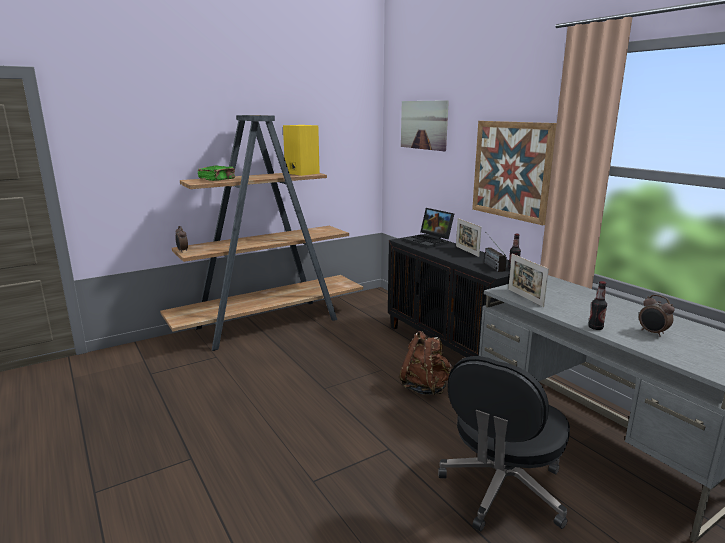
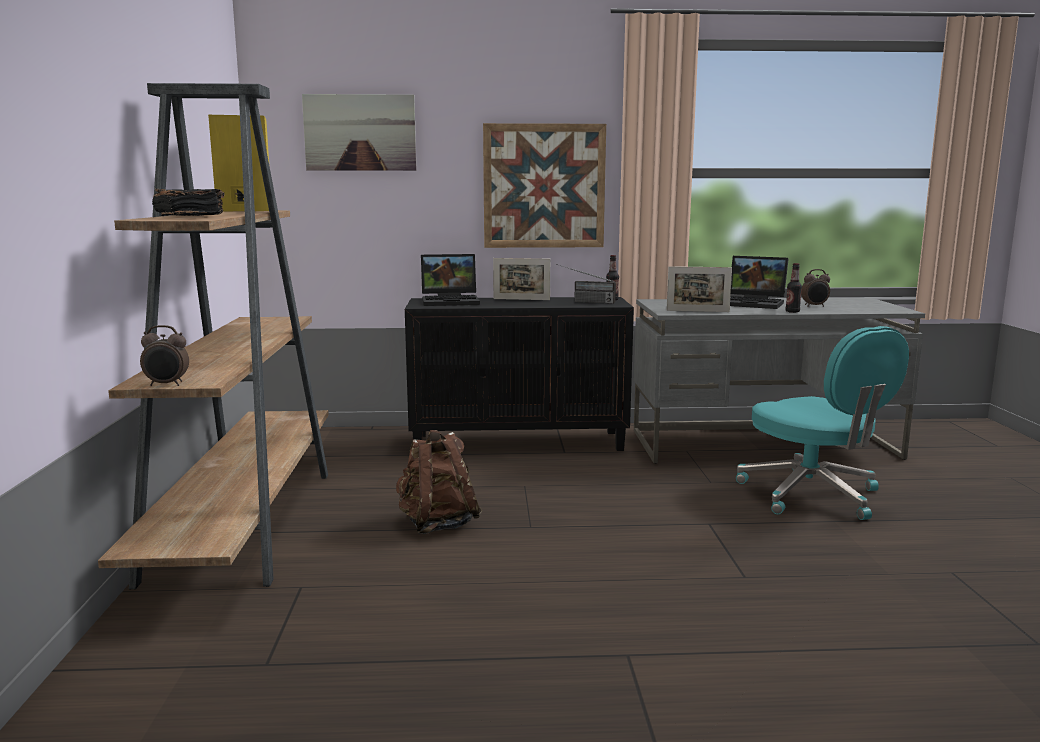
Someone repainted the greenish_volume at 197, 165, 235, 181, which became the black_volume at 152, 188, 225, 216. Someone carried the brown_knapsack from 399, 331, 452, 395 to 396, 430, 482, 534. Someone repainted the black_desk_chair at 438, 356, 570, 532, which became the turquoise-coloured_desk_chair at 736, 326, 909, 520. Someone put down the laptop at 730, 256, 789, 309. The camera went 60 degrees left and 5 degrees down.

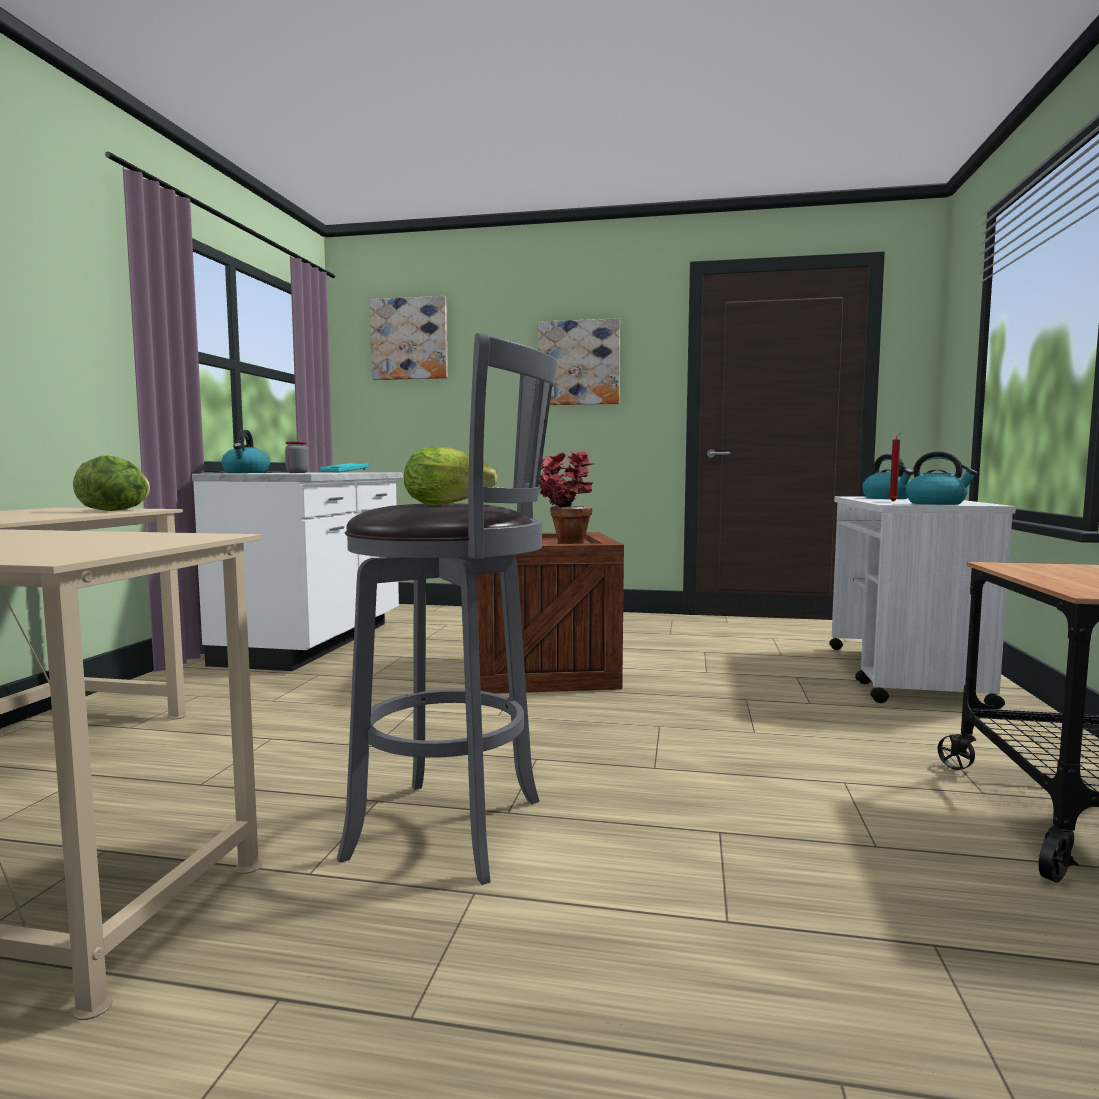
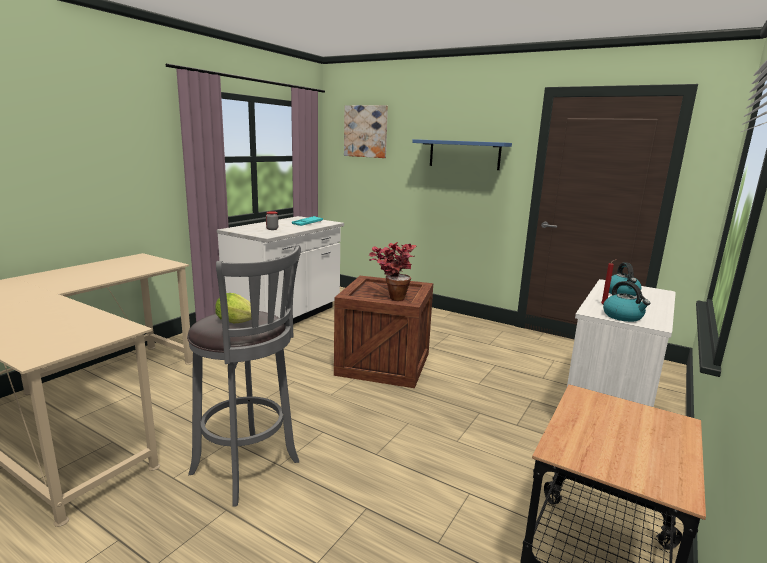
Someone took away the lettuce at 73, 456, 150, 511. Someone took away the kettle at 222, 430, 270, 473. Someone swapped the wall_art at 538, 318, 620, 405 for the blue_bracket_shelf at 412, 139, 512, 170. The camera went 20 degrees right and 10 degrees up.

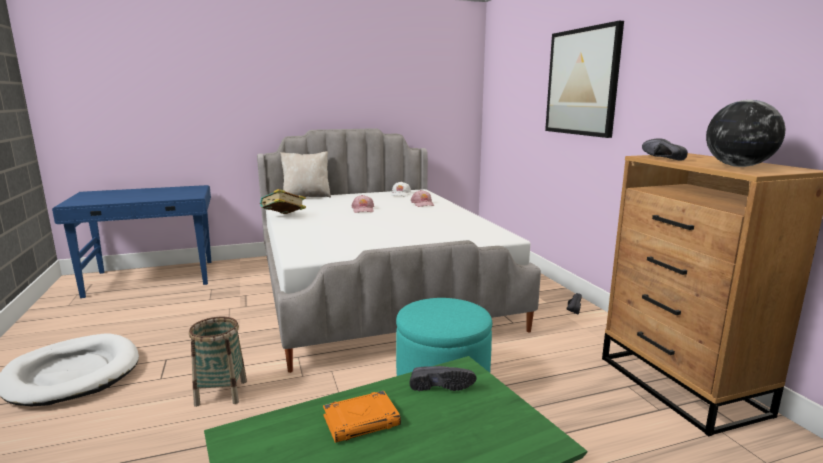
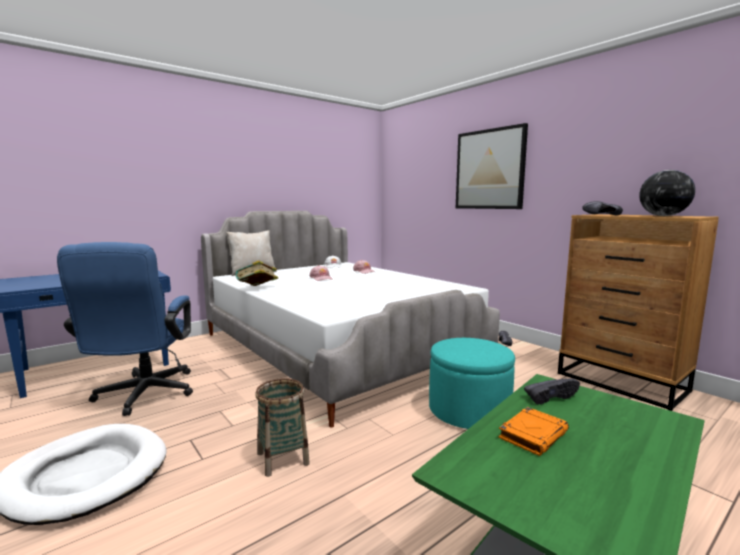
Someone put down the blue_desk_chair at 57, 242, 193, 416. The camera went 20 degrees left and 5 degrees down.

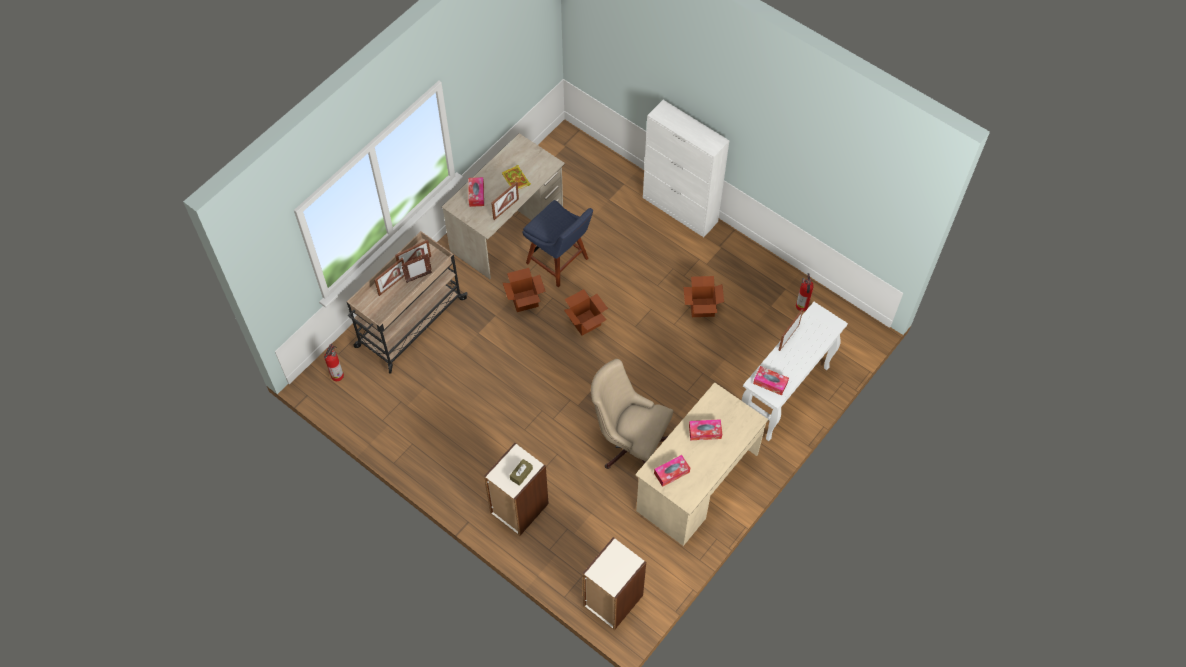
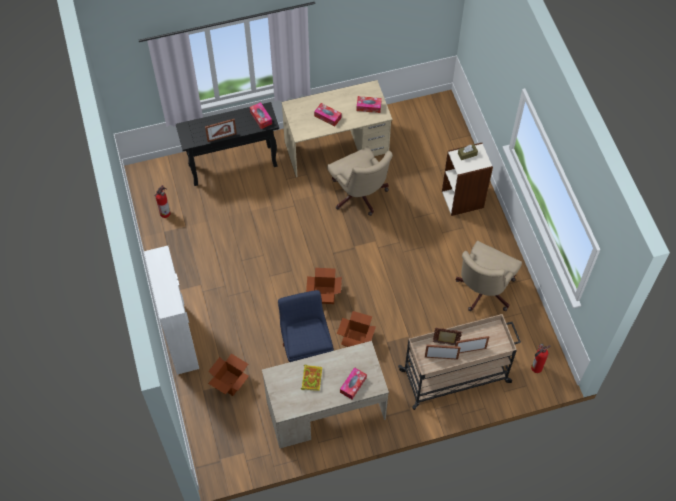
Someone took away the picture_frame at 491, 182, 519, 220. Someone took away the bookshelf at 583, 537, 646, 630. Someone carried the cardboard_box from 683, 276, 724, 317 to 208, 354, 249, 396. Someone repainted the whitish_console_table at 742, 302, 848, 441, which became the black_console_table at 176, 102, 279, 186. Someone put down the beige_desk_chair at 455, 241, 522, 311. The camera went 145 degrees left and 0 degrees up.

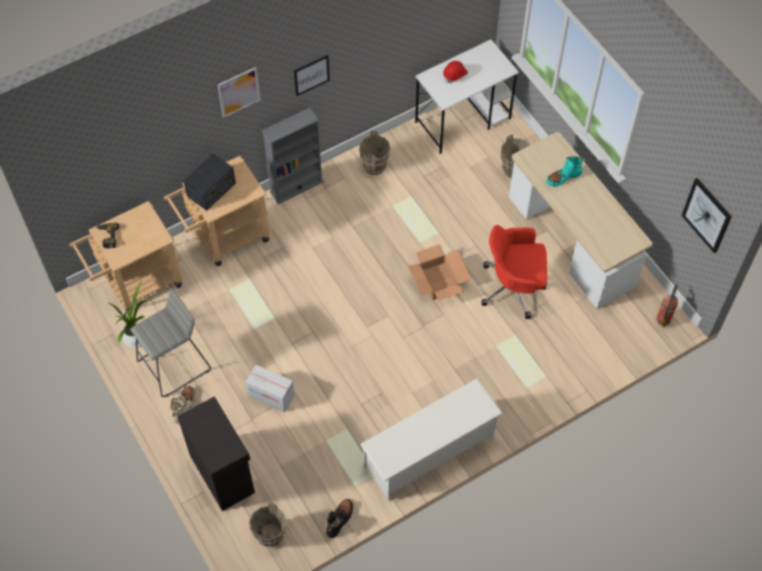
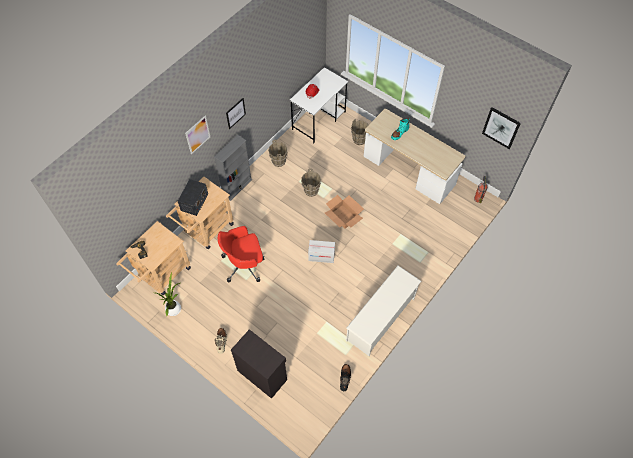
Someone took away the grey_sitting_stool at 130, 289, 211, 397. Someone carried the cardboard_box from 246, 365, 295, 412 to 308, 240, 335, 263. Someone carried the brown_pail from 249, 503, 286, 547 to 301, 169, 321, 197. Someone carried the reddish_desk_chair from 481, 225, 547, 319 to 218, 226, 264, 282. The camera went 20 degrees left and 0 degrees up.

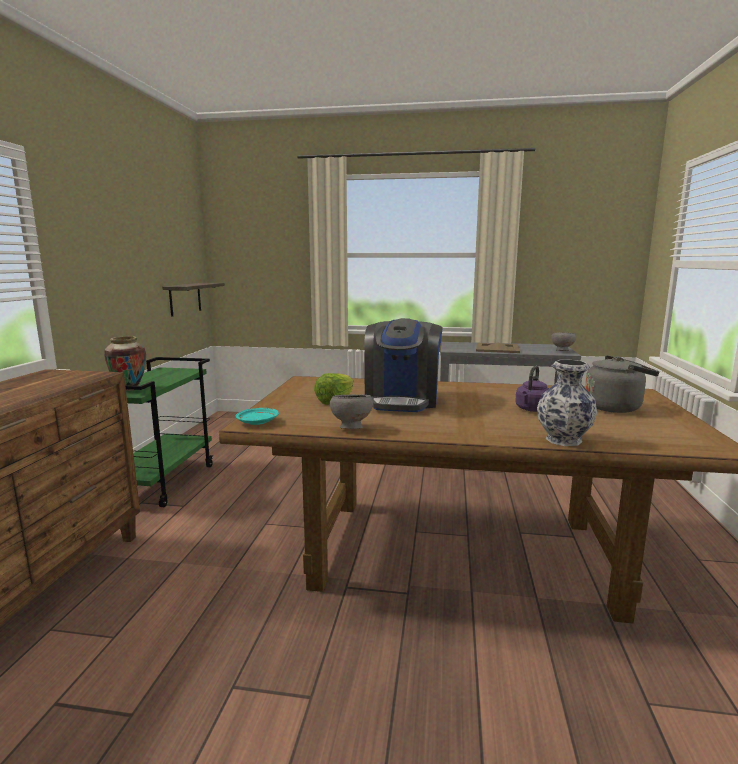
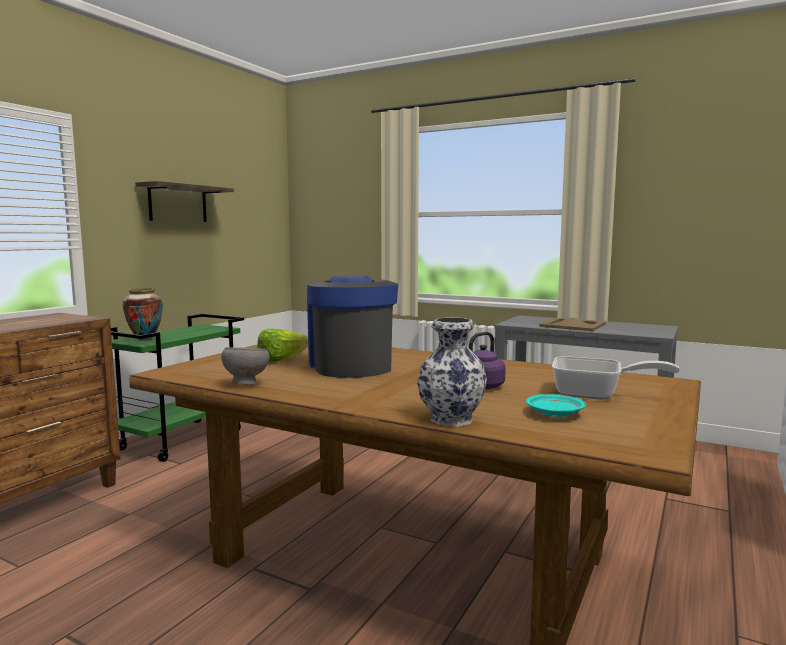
Someone carried the bracket_shelf from 162, 283, 225, 317 to 135, 181, 234, 222. Someone carried the turquoise-coloured_flat_dish from 236, 408, 279, 425 to 526, 394, 586, 417. Someone rotated the coffee_brewer at 364, 318, 443, 412 by 135 degrees clockwise. Someone took away the grey_serving_bowl at 551, 333, 576, 351. Someone swapped the grey_kettle at 585, 355, 659, 413 for the pan at 552, 356, 680, 399. The camera went 20 degrees right and 5 degrees down.

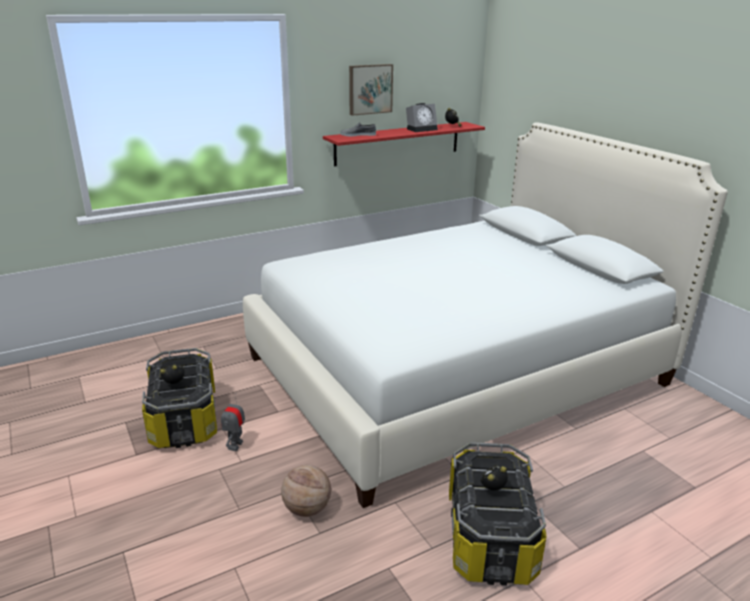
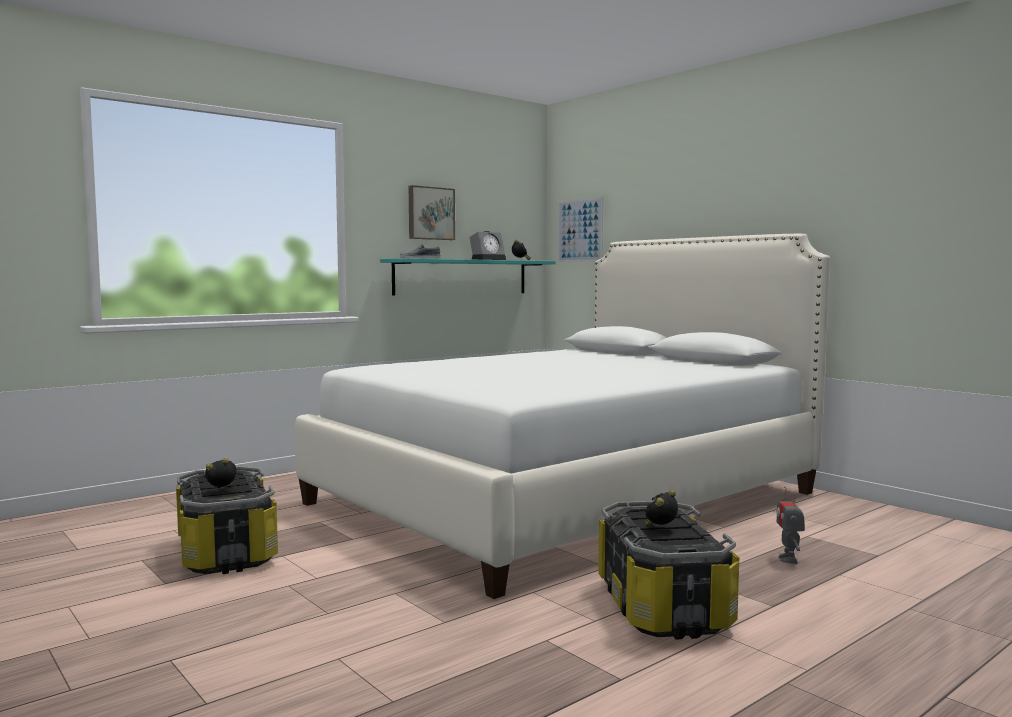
Someone carried the toy_robot from 221, 393, 245, 451 to 777, 487, 805, 564. Someone took away the ball_for_basketball at 281, 465, 331, 517. Someone repainted the reddish_bracket_shelf at 323, 122, 485, 167, which became the turquoise-coloured_bracket_shelf at 380, 258, 556, 296. Someone put up the wall_art at 558, 197, 603, 262. The camera went 10 degrees left and 20 degrees down.

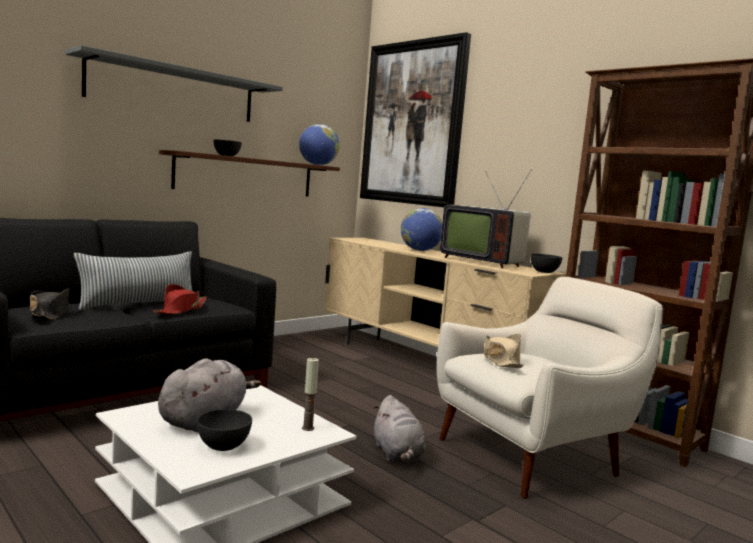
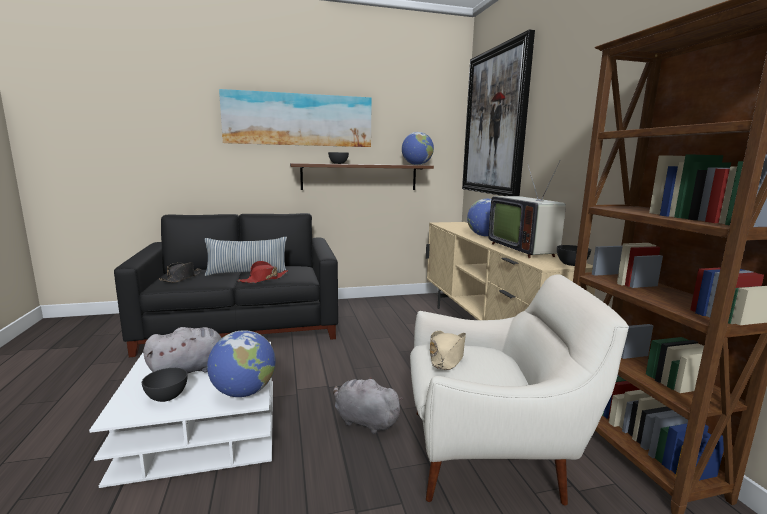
Someone swapped the grey_bracket_shelf at 65, 45, 283, 122 for the wall_art at 219, 89, 372, 147. Someone swapped the wax_light at 302, 357, 319, 431 for the globe at 207, 330, 276, 397. Someone rotated the grey_soft_toy at 373, 395, 426, 463 by 105 degrees clockwise. The camera went 30 degrees right and 5 degrees up.

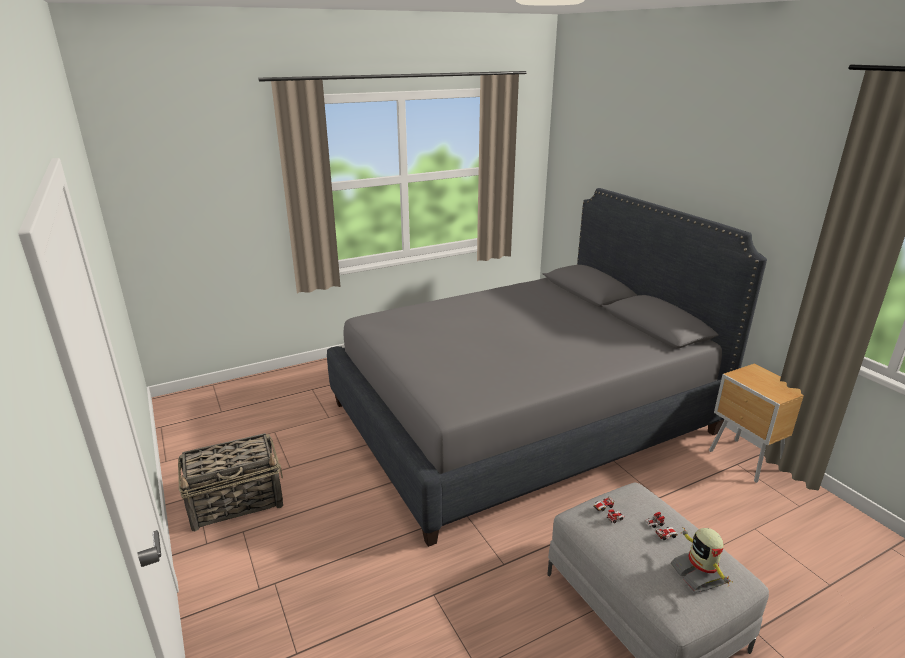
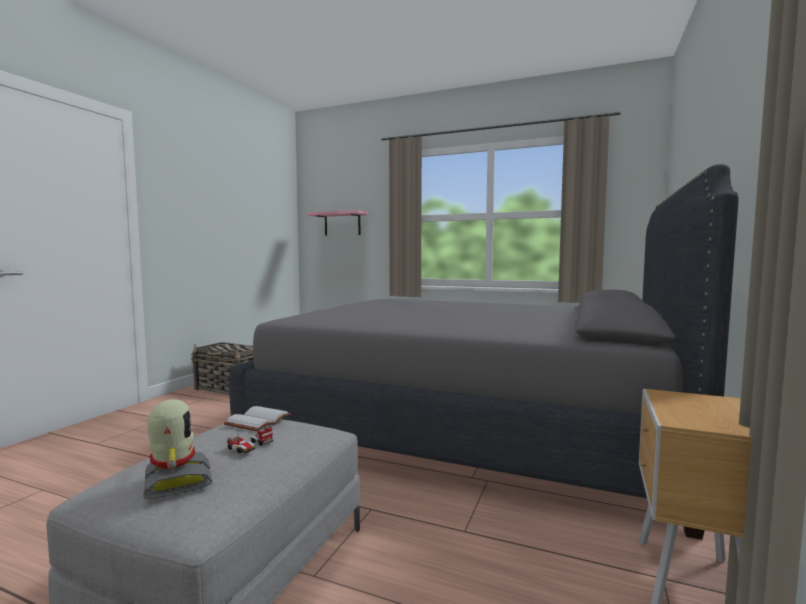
Someone swapped the miniature_car at 594, 496, 625, 524 for the whitish_volume at 224, 406, 291, 432. Someone rotated the toy_robot at 671, 528, 733, 592 by 120 degrees clockwise. Someone put up the pinkish_bracket_shelf at 307, 210, 368, 236. The camera went 50 degrees right and 20 degrees down.

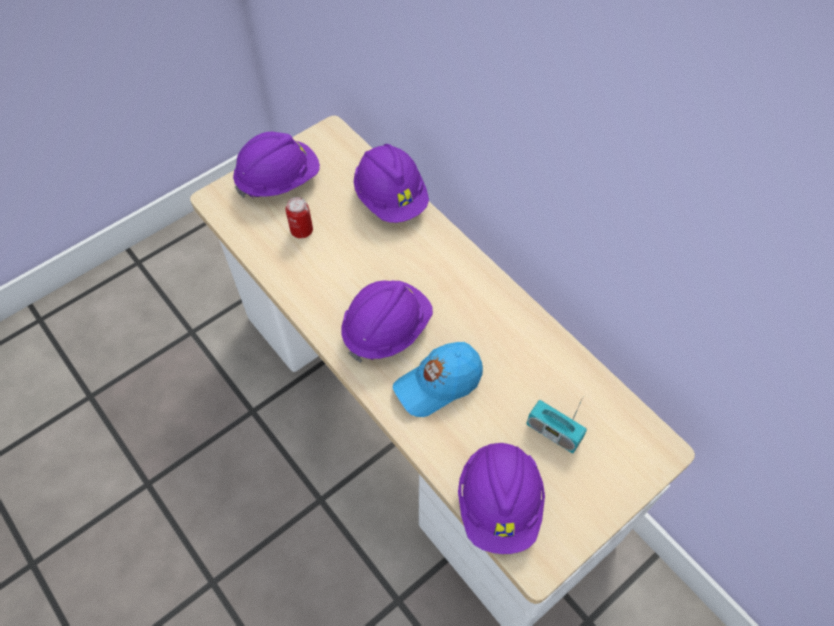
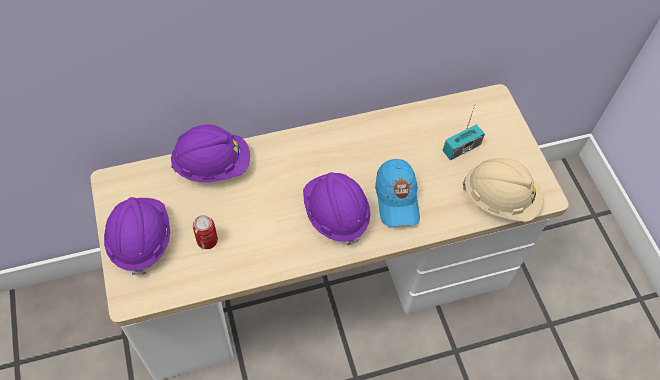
Someone repainted the purplish_safety_helmet at 458, 443, 545, 554, which became the beige_safety_helmet at 462, 158, 543, 222. The camera went 70 degrees left and 0 degrees up.

